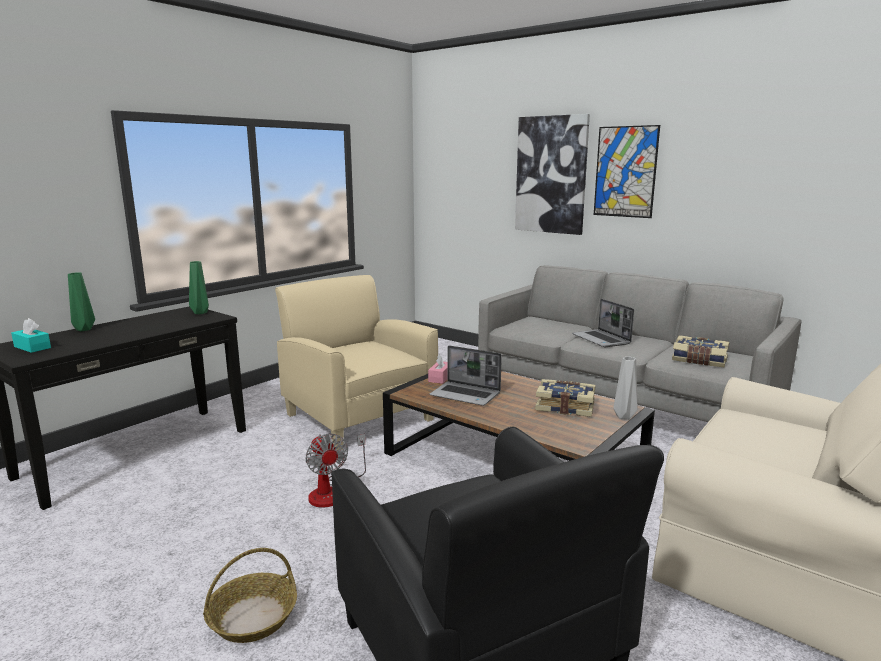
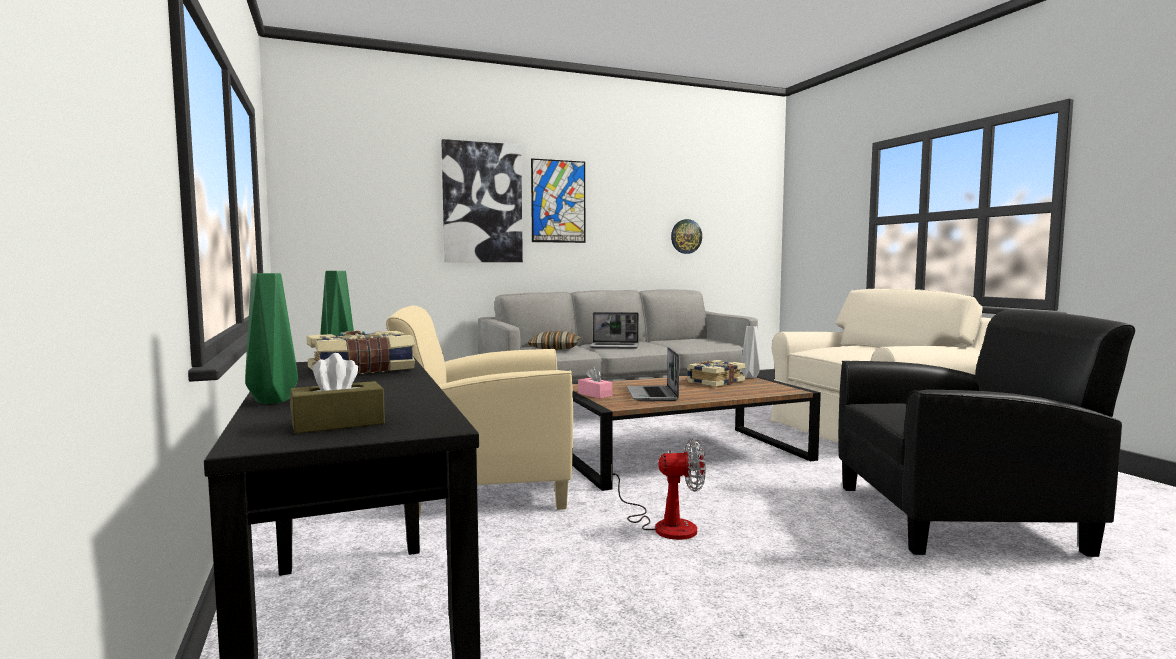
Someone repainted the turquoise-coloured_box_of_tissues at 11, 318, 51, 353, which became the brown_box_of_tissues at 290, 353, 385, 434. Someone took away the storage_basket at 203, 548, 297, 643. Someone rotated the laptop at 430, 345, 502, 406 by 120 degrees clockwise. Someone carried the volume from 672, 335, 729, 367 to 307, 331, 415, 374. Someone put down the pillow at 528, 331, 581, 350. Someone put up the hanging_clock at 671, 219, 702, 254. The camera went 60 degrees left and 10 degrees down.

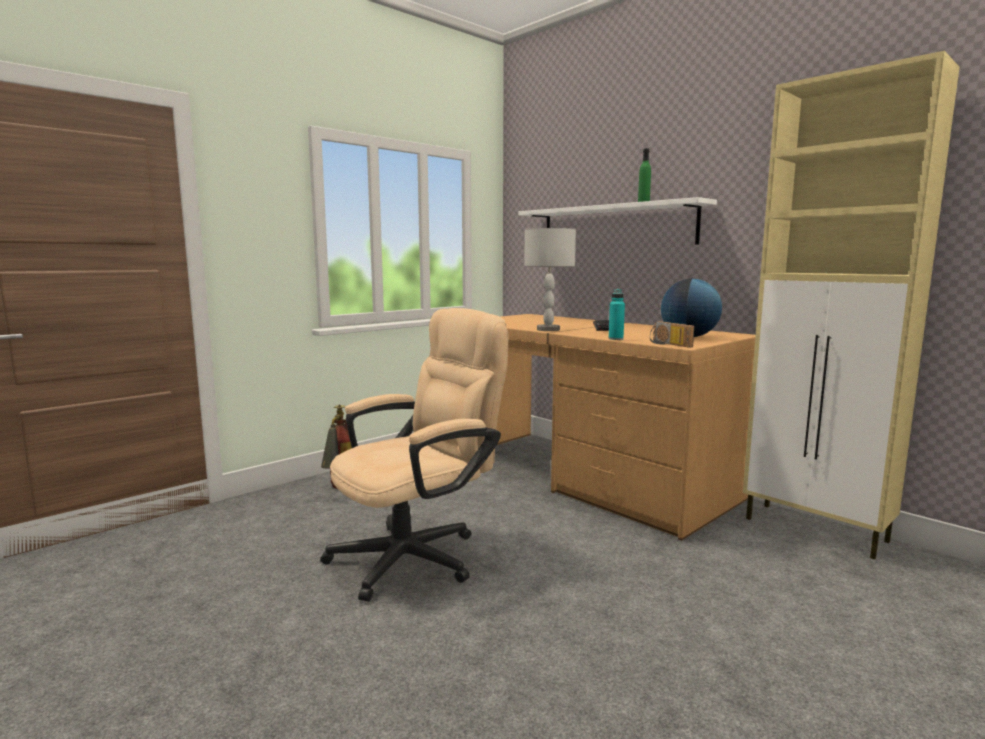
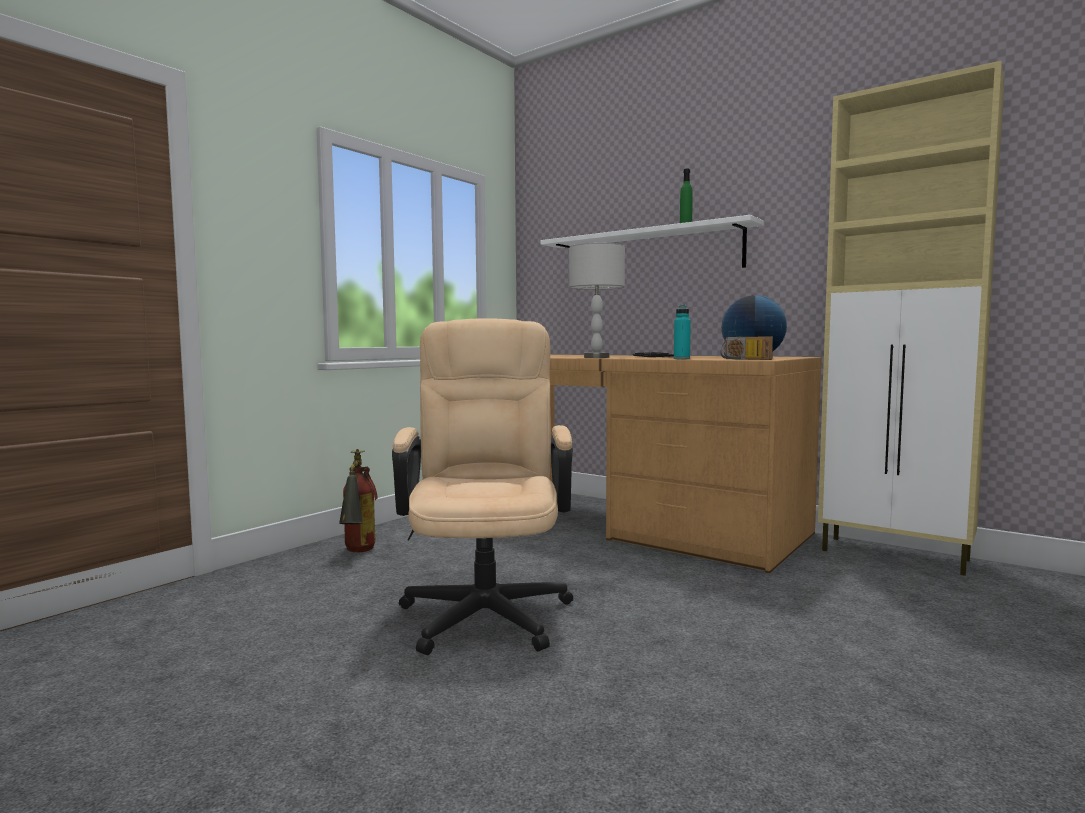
Someone rotated the beige_desk_chair at 320, 308, 508, 601 by 45 degrees counterclockwise. The camera went 10 degrees left and 5 degrees down.

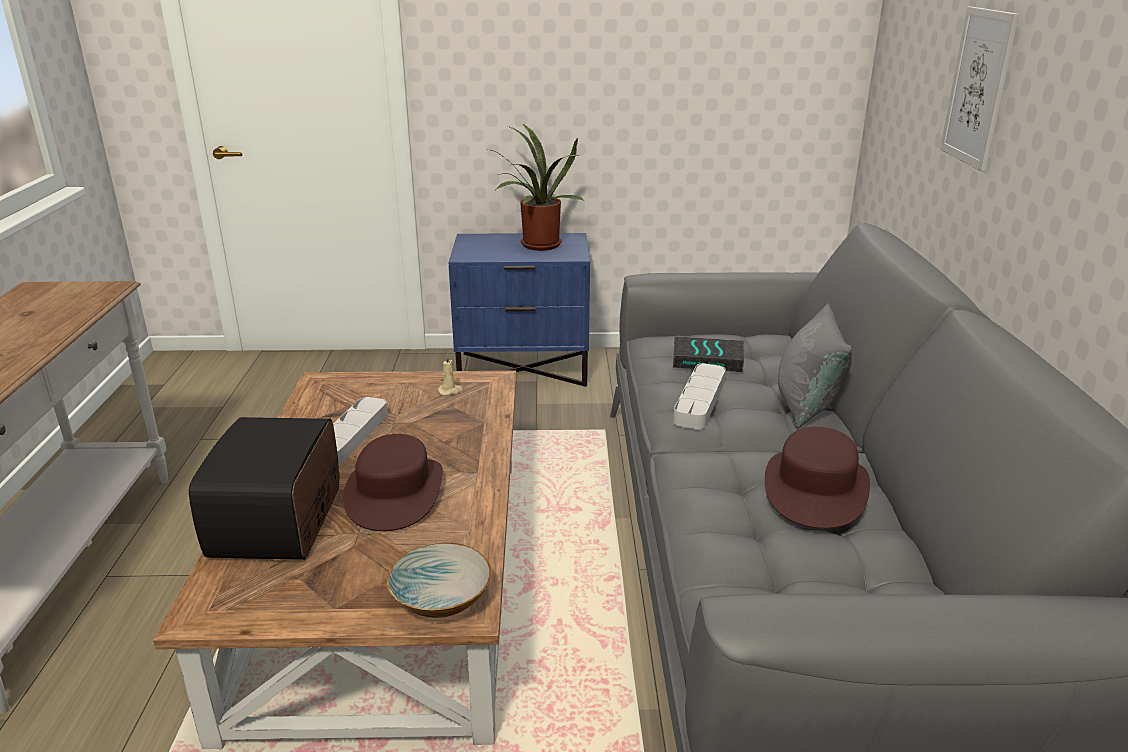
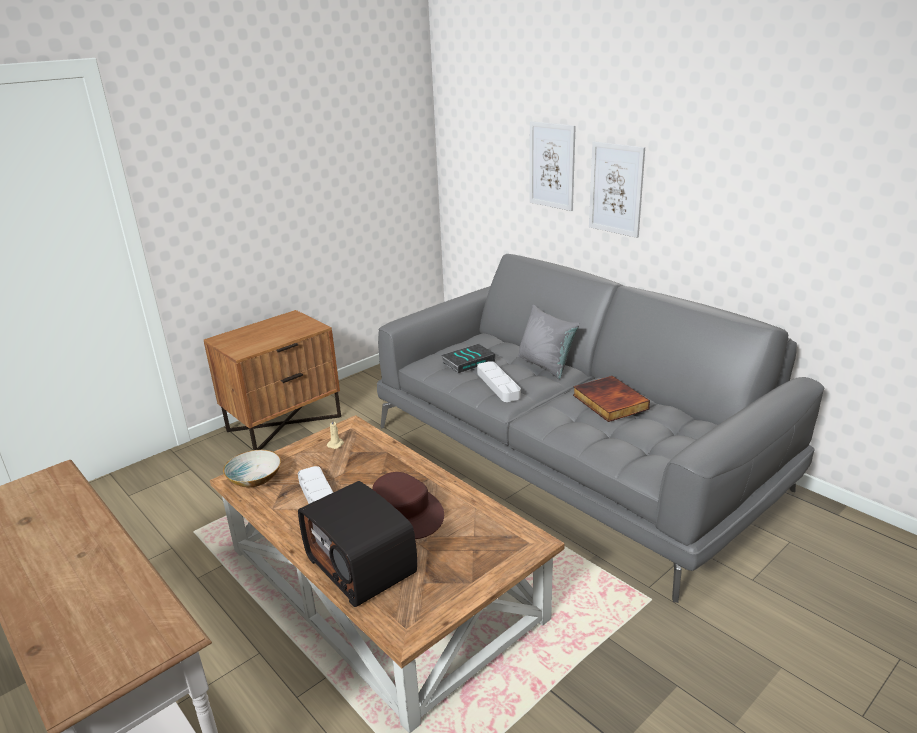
Someone carried the serving_bowl from 386, 542, 491, 618 to 223, 450, 281, 487. Someone repainted the blue_nightstand at 449, 233, 590, 387, which became the brown_nightstand at 204, 310, 341, 450. Someone took away the houseplant at 488, 123, 585, 251. Someone swapped the brown_hat at 765, 427, 870, 529 for the volume at 573, 376, 650, 422. Someone put up the wall_art at 589, 141, 645, 238. The camera went 40 degrees left and 0 degrees up.

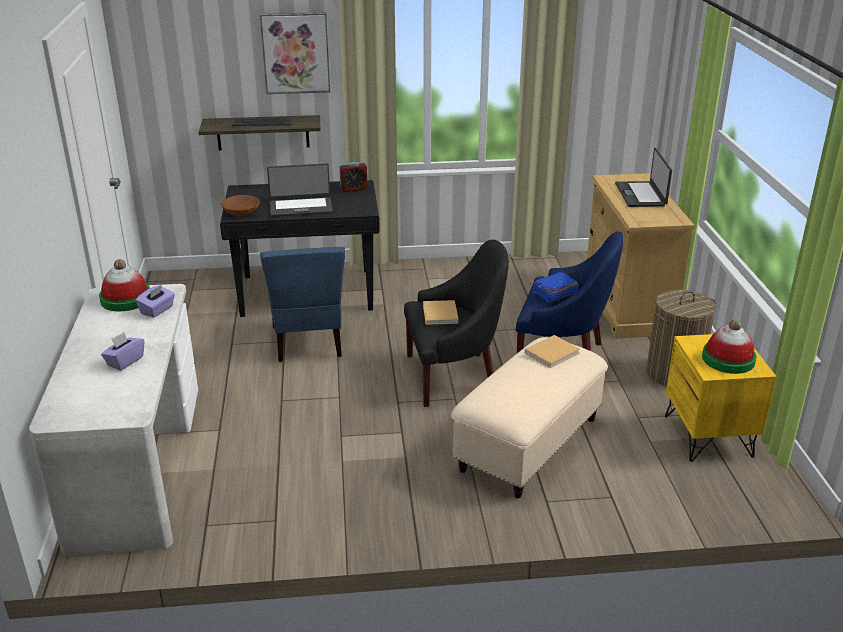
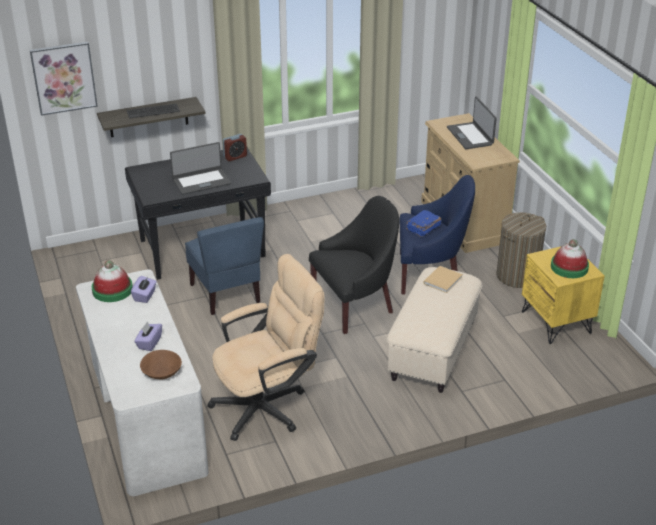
Someone carried the brown_serving_bowl from 221, 195, 260, 216 to 140, 350, 182, 379. Someone carried the wall_art from 260, 12, 330, 94 to 30, 41, 98, 116. Someone took away the beige_volume at 423, 300, 459, 325. Someone put down the beige_desk_chair at 207, 254, 324, 441. The camera went 15 degrees left and 5 degrees up.

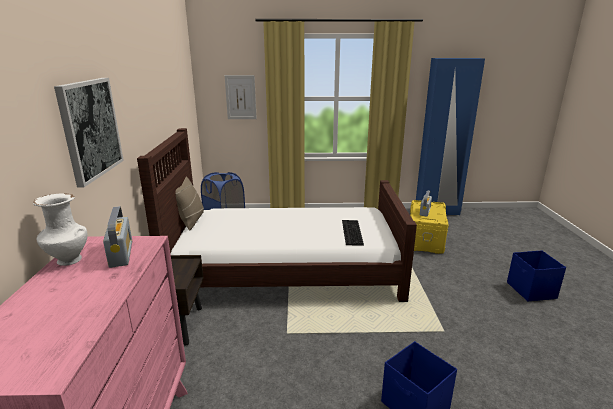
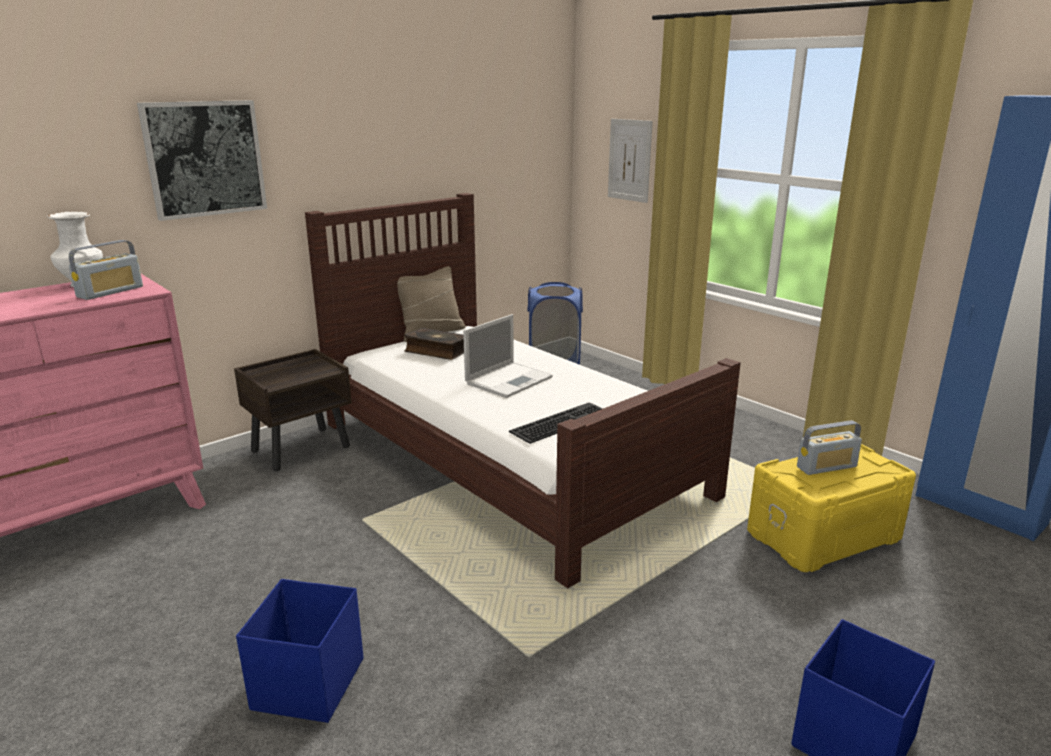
Someone put down the volume at 404, 328, 464, 360. Someone put down the laptop at 463, 314, 553, 398. The camera went 50 degrees right and 0 degrees up.

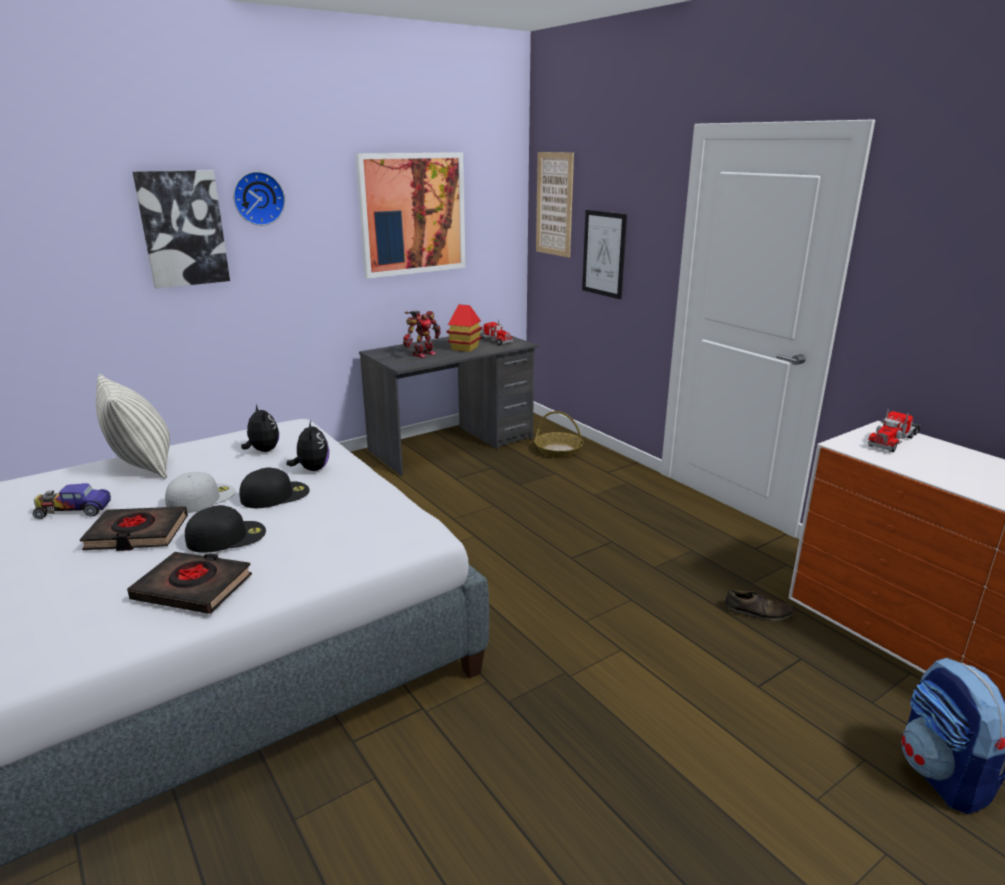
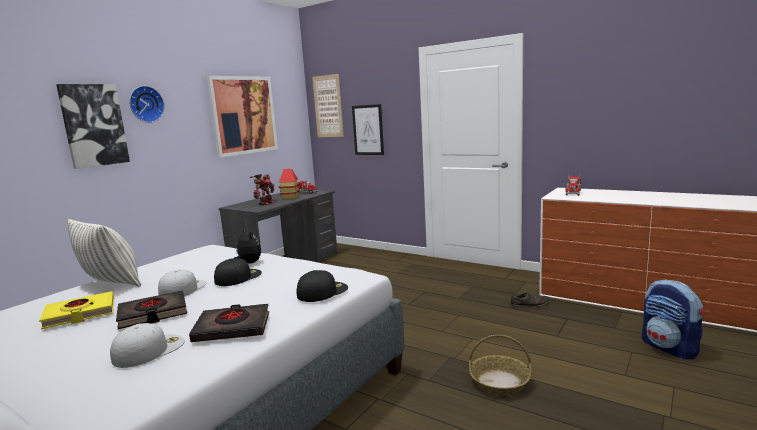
Someone swapped the miniature_car at 33, 483, 111, 519 for the yellow_volume at 39, 291, 114, 329. Someone carried the black_baseball_cap from 185, 505, 266, 553 to 297, 270, 348, 302. Someone took away the soft_toy at 241, 405, 279, 452. Someone carried the storage_basket from 535, 411, 583, 458 to 469, 335, 532, 395. Someone put down the whitish_baseball_cap at 110, 323, 185, 368. The camera went 20 degrees left and 10 degrees down.

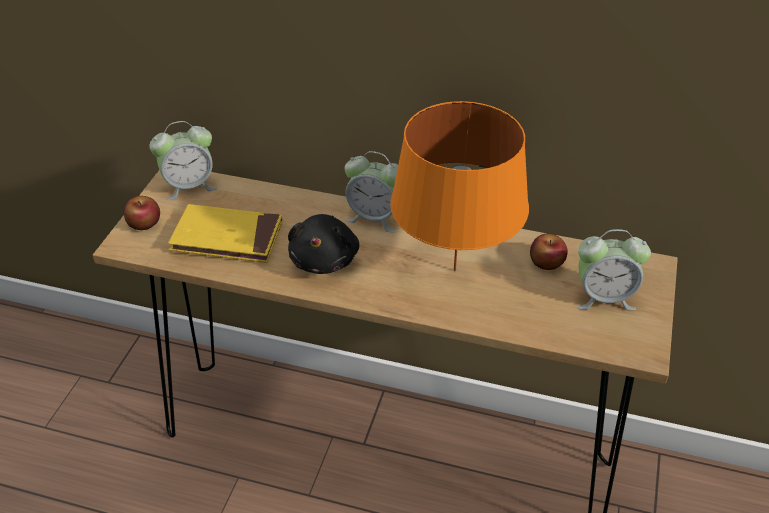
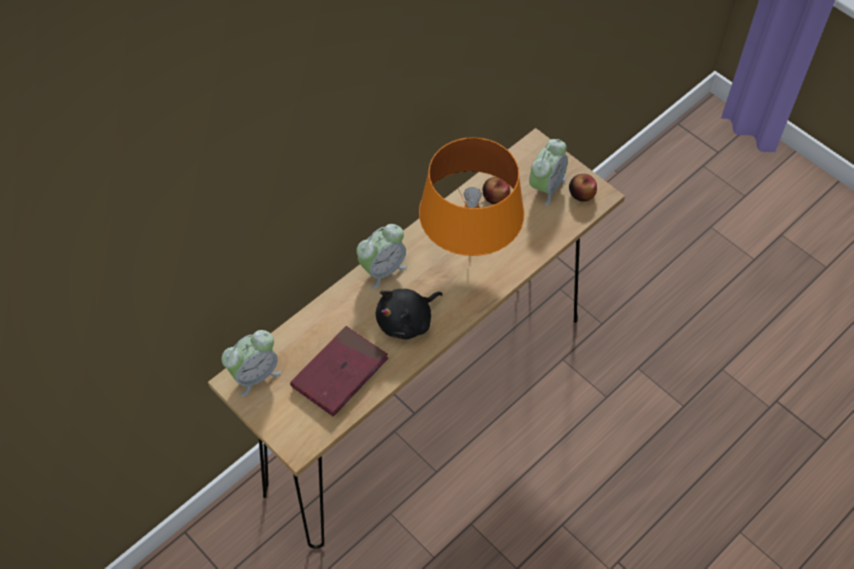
Someone carried the apple_fruit from 124, 196, 160, 230 to 569, 174, 597, 202. Someone rotated the alarm_clock at 149, 121, 217, 200 by 45 degrees clockwise. Someone repainted the yellow_volume at 168, 204, 282, 263, which became the reddish_volume at 290, 326, 388, 416. Someone rotated the black_soft_toy at 288, 214, 359, 274 by 105 degrees clockwise. The camera went 60 degrees left and 15 degrees up.

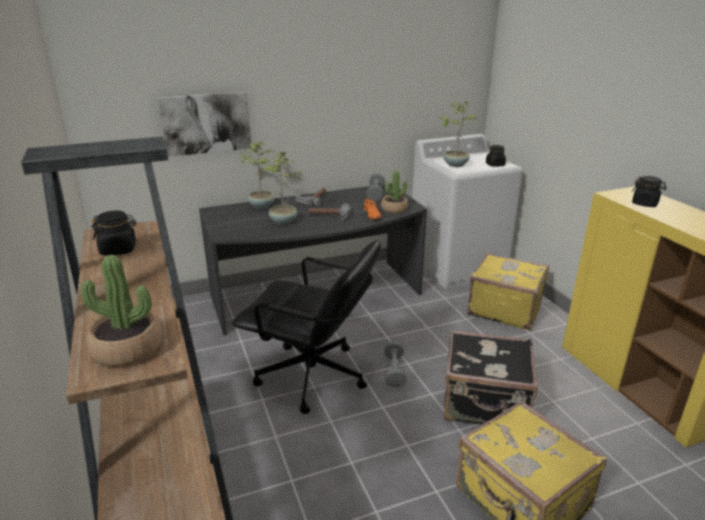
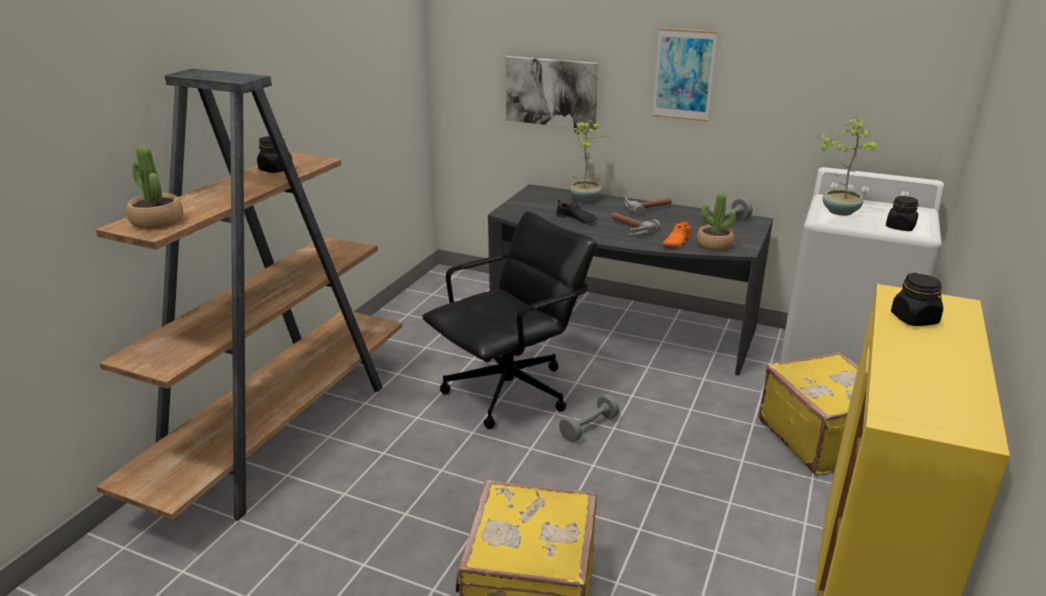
Someone rotated the black_desk_chair at 232, 240, 381, 414 by 105 degrees counterclockwise. Someone swapped the houseplant at 262, 151, 302, 225 for the black_shoe at 556, 200, 597, 223. Someone took away the black_suitcase at 444, 330, 538, 425. Someone put up the wall_art at 653, 28, 717, 121. The camera went 45 degrees right and 0 degrees up.

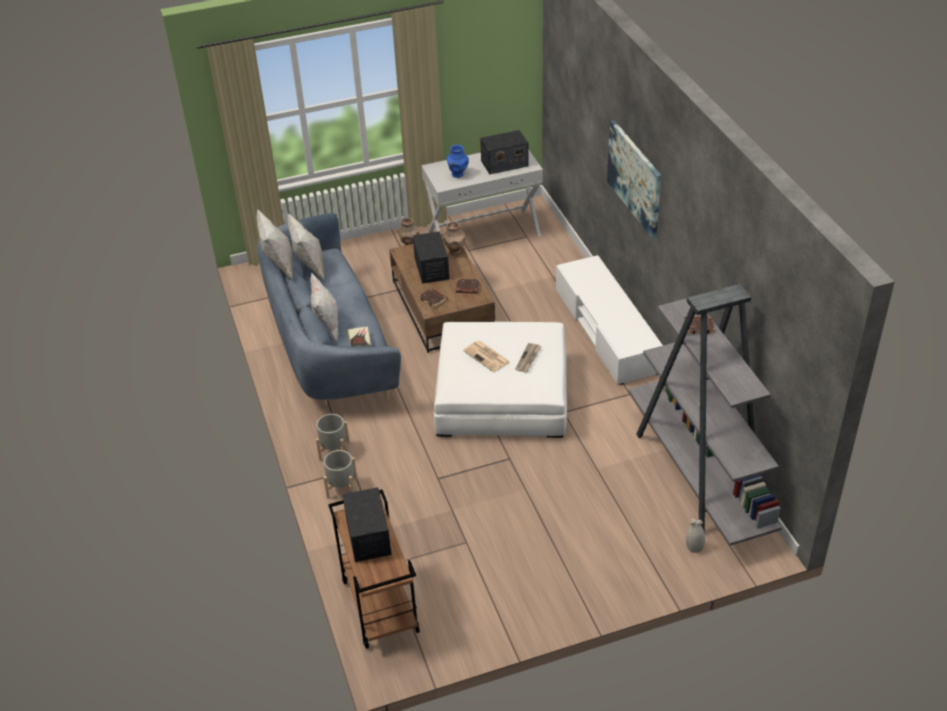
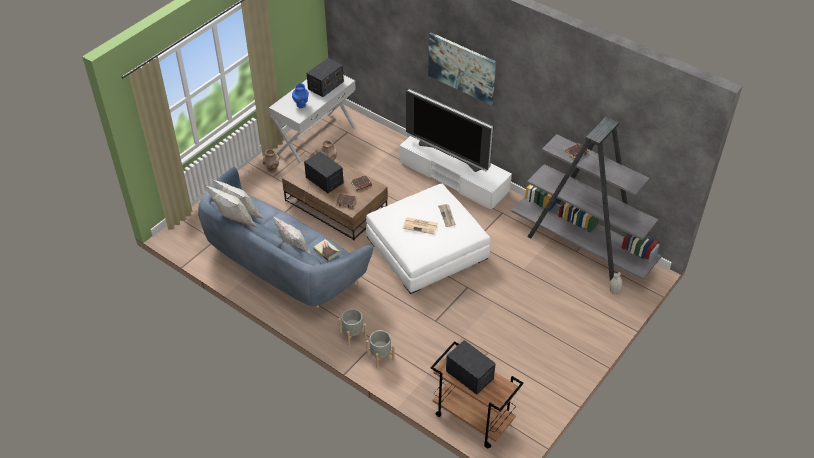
Someone put down the TV_set at 406, 88, 494, 172. The camera went 35 degrees left and 5 degrees up.

